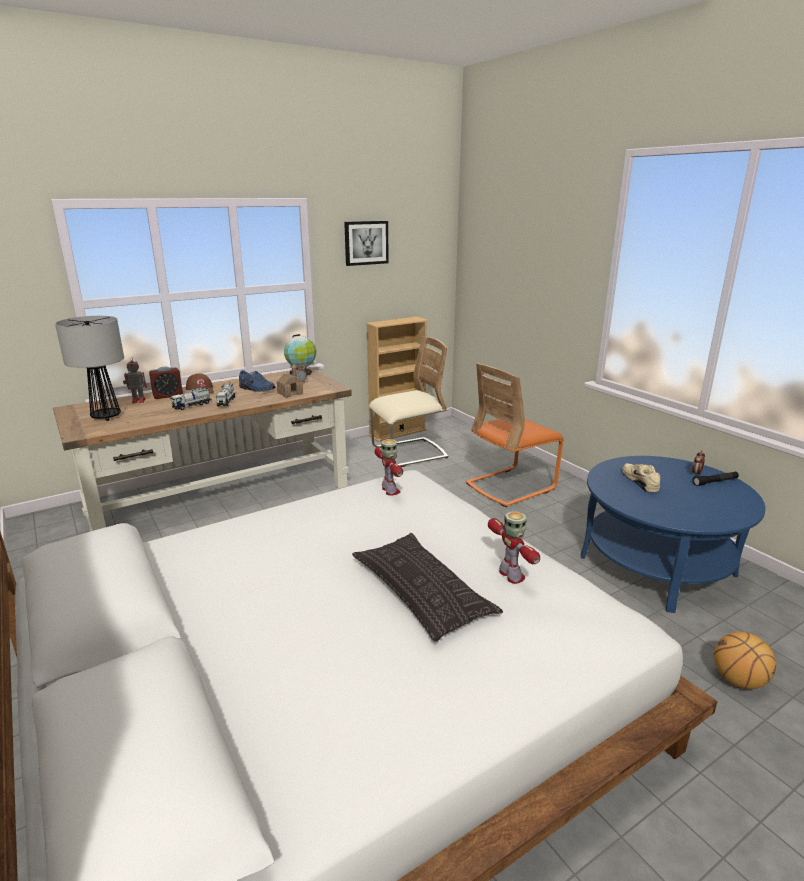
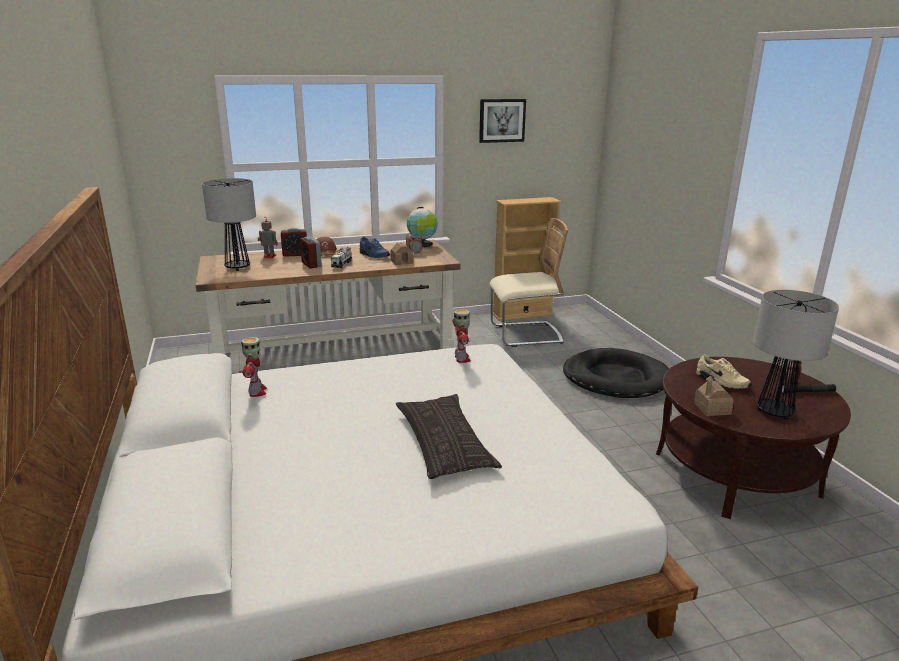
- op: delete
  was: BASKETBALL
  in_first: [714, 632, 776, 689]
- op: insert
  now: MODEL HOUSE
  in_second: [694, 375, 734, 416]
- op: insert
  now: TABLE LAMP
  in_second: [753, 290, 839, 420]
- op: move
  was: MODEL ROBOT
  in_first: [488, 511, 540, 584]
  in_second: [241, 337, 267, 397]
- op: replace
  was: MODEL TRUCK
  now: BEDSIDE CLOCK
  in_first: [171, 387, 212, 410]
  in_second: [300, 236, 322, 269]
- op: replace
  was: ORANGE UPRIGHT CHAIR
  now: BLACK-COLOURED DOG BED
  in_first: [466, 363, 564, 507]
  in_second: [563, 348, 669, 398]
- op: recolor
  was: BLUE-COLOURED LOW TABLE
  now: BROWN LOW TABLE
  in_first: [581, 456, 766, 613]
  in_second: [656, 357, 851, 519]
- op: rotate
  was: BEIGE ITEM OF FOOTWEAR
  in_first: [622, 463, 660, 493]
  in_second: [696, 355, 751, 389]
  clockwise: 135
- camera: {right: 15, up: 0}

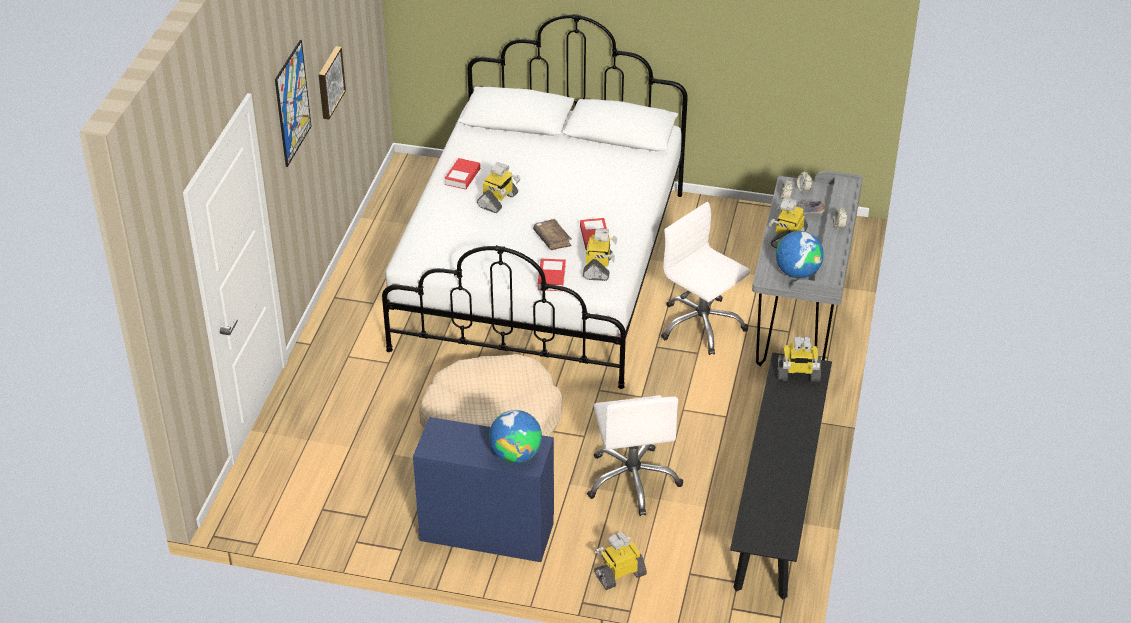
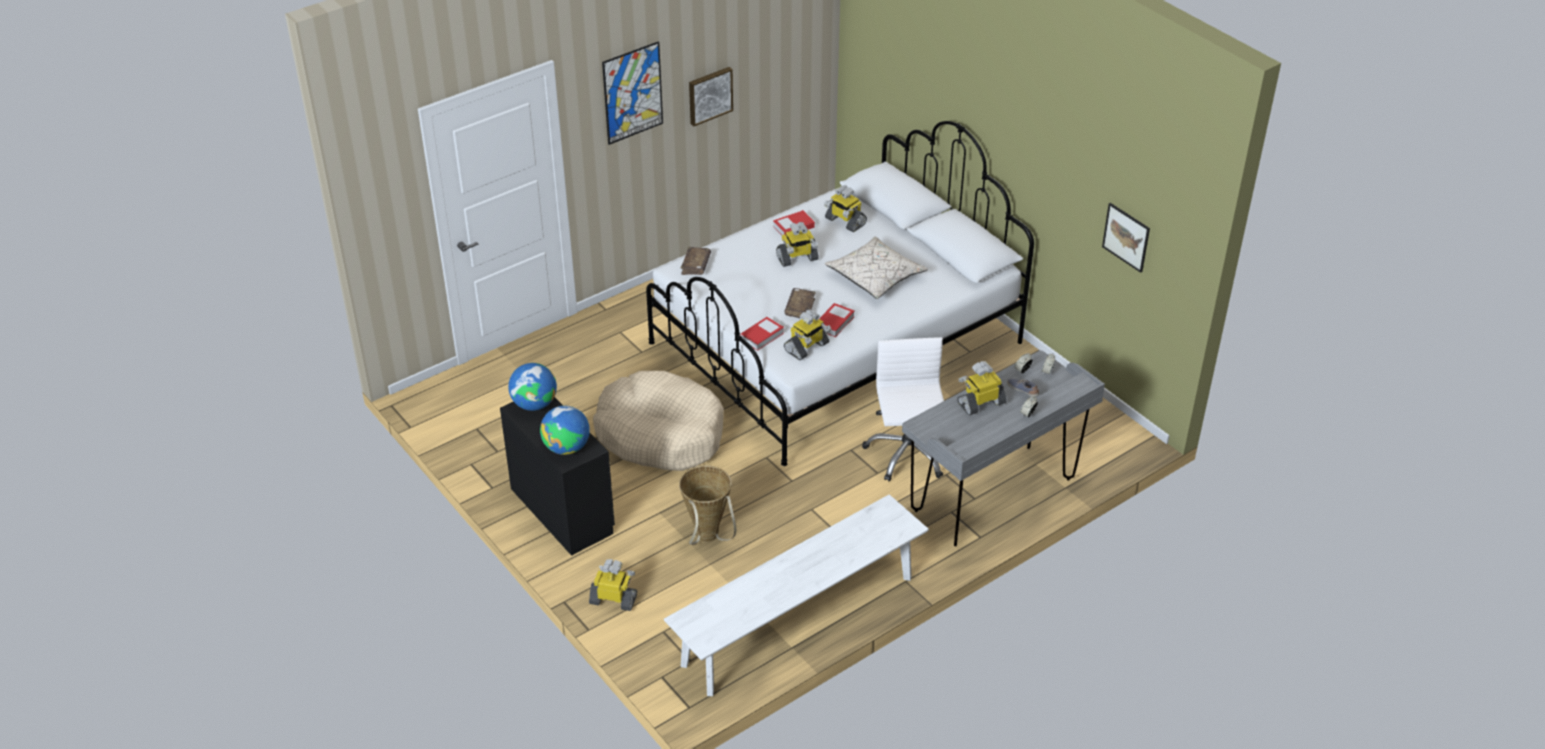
- op: insert
  now: BROWN BOOK
  in_second: [680, 247, 711, 275]
- op: insert
  now: BEIGE CUSHION
  in_second: [825, 237, 928, 299]
- op: insert
  now: PICTURE
  in_second: [1102, 203, 1150, 273]
- op: move
  was: WORLD GLOBE
  in_first: [776, 231, 824, 278]
  in_second: [508, 363, 557, 411]
- op: move
  was: MODEL ROBOT
  in_first: [777, 336, 821, 382]
  in_second: [824, 185, 867, 232]
- op: replace
  was: WHITE-COLOURED DESK CHAIR
  now: HOUSEHOLD BASKET
  in_first: [587, 395, 683, 516]
  in_second: [679, 465, 736, 545]
- op: recolor
  was: BLUE-COLOURED DRAWER CHEST
  now: BLACK-COLOURED DRAWER CHEST
  in_first: [413, 417, 554, 562]
  in_second: [500, 397, 615, 556]
- op: recolor
  was: BLACK-COLOURED INDOOR BENCH
  now: WHITE-COLOURED INDOOR BENCH
  in_first: [730, 353, 832, 600]
  in_second: [664, 494, 929, 696]
- camera: {right: 40, up: 0}

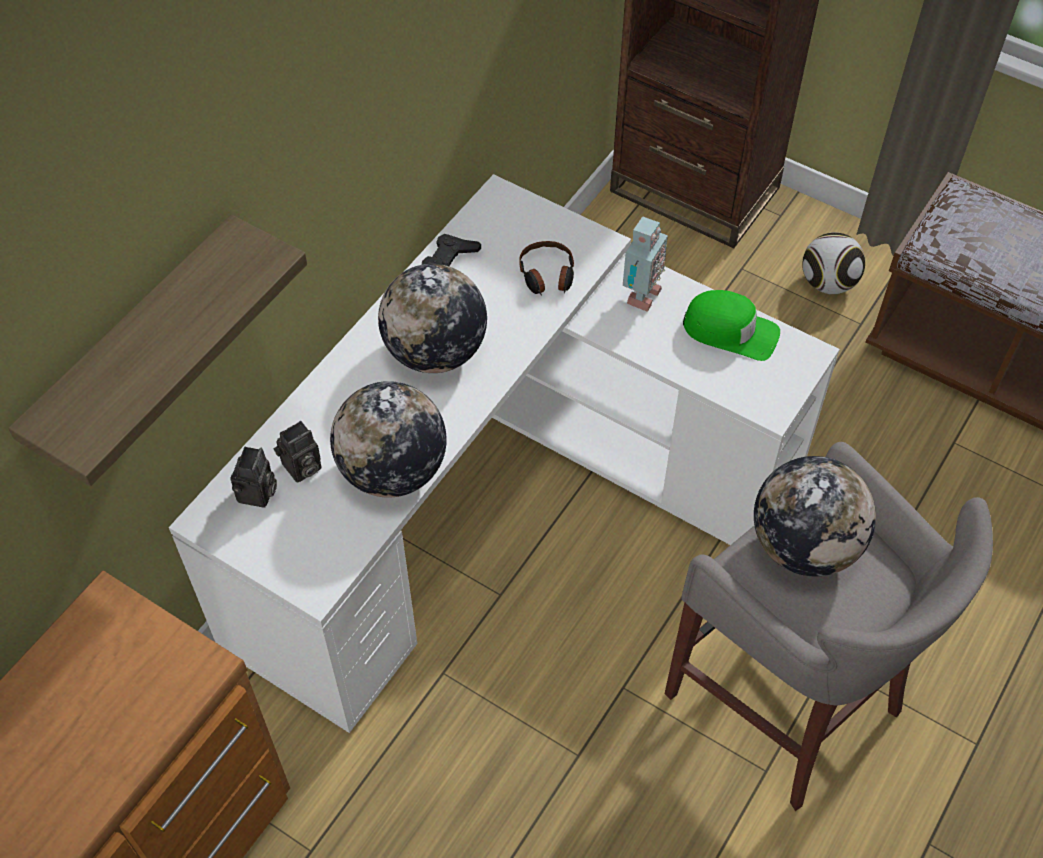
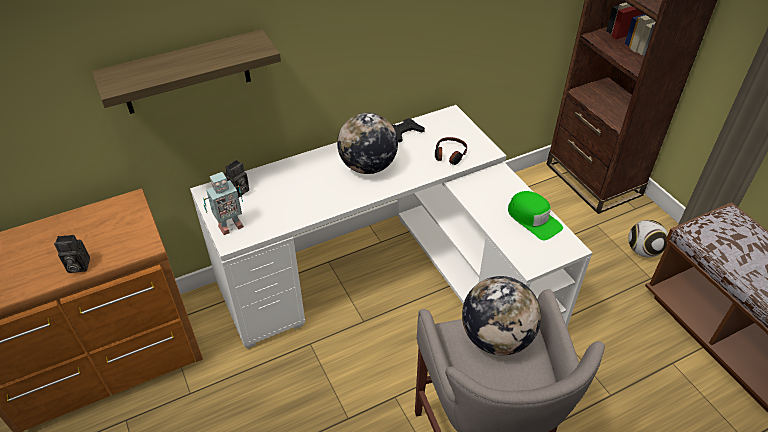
- op: delete
  was: WORLD GLOBE
  in_first: [330, 381, 447, 498]
- op: move
  was: STILL CAMERA
  in_first: [273, 421, 322, 483]
  in_second: [54, 235, 90, 273]
- op: move
  was: MODEL ROBOT
  in_first: [623, 216, 668, 312]
  in_second: [203, 172, 244, 235]
- camera: {right: 30, up: -10}

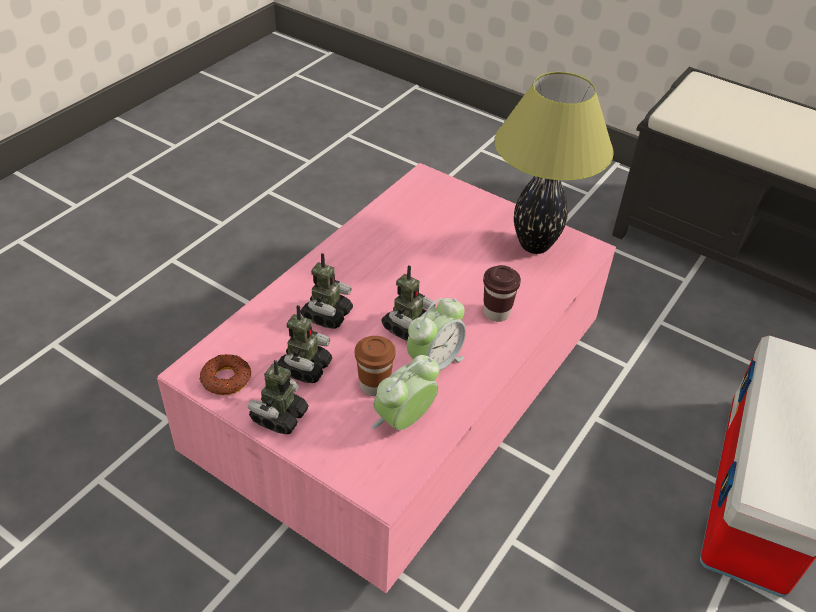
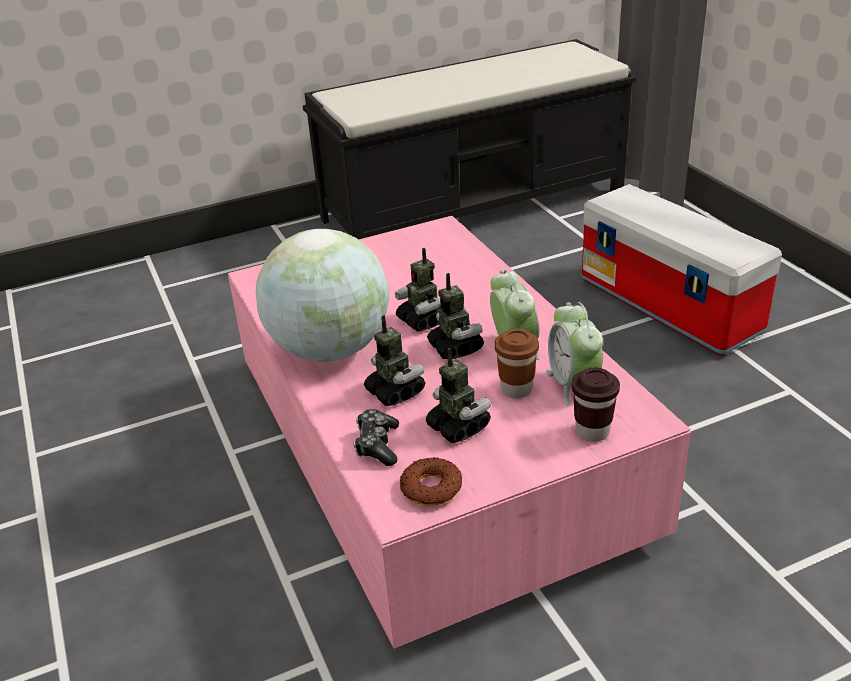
- op: delete
  was: TABLE LAMP
  in_first: [495, 72, 614, 254]
- op: insert
  now: WORLD GLOBE
  in_second: [256, 229, 389, 362]
- op: insert
  now: GAMEPAD
  in_second: [353, 409, 399, 466]
- op: move
  was: MODEL ROBOT
  in_first: [248, 360, 309, 434]
  in_second: [395, 248, 442, 332]
- op: move
  was: BROWN SMALL CUP
  in_first: [483, 265, 521, 322]
  in_second: [572, 368, 620, 442]
- camera: {right: -55, up: -10}

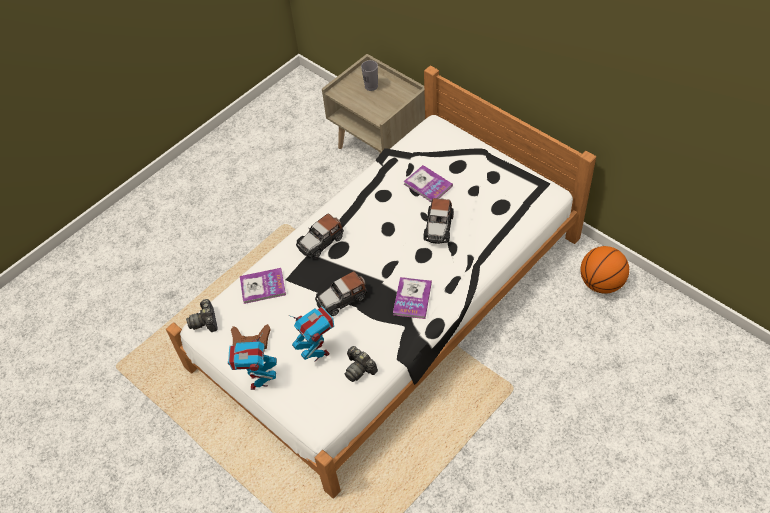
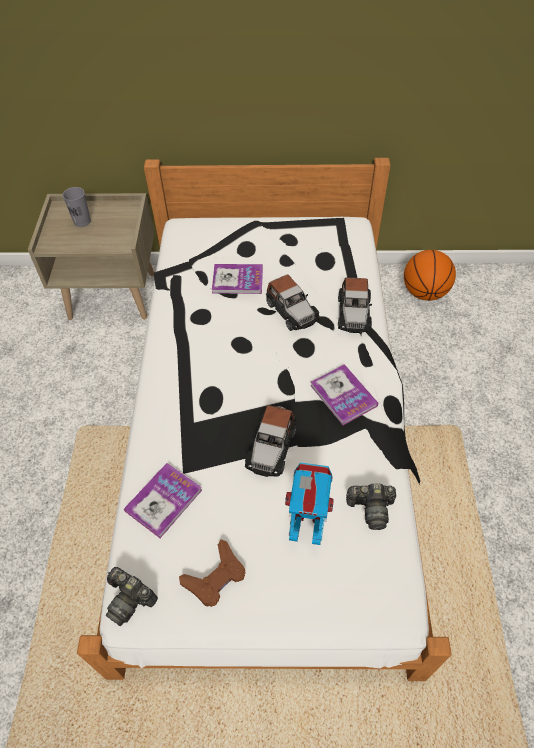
- op: delete
  was: MODEL ROBOT
  in_first: [228, 333, 277, 390]
- op: move
  was: TOY CAR
  in_first: [296, 214, 344, 258]
  in_second: [338, 277, 372, 333]
- camera: {right: -45, up: 0}

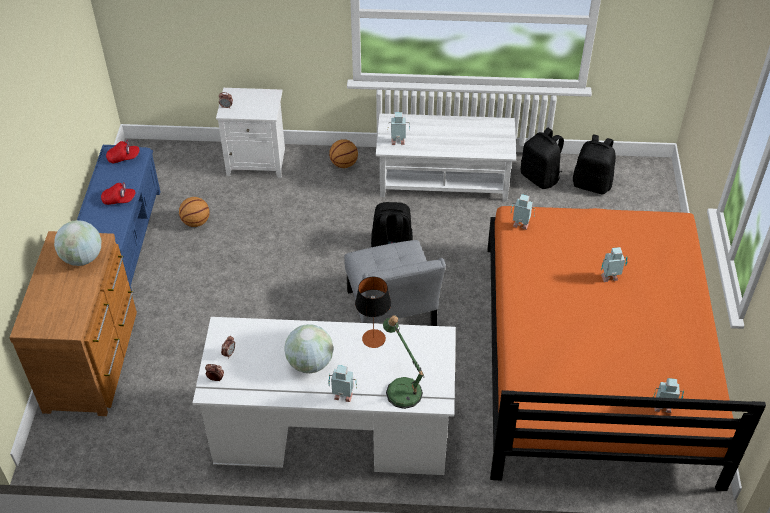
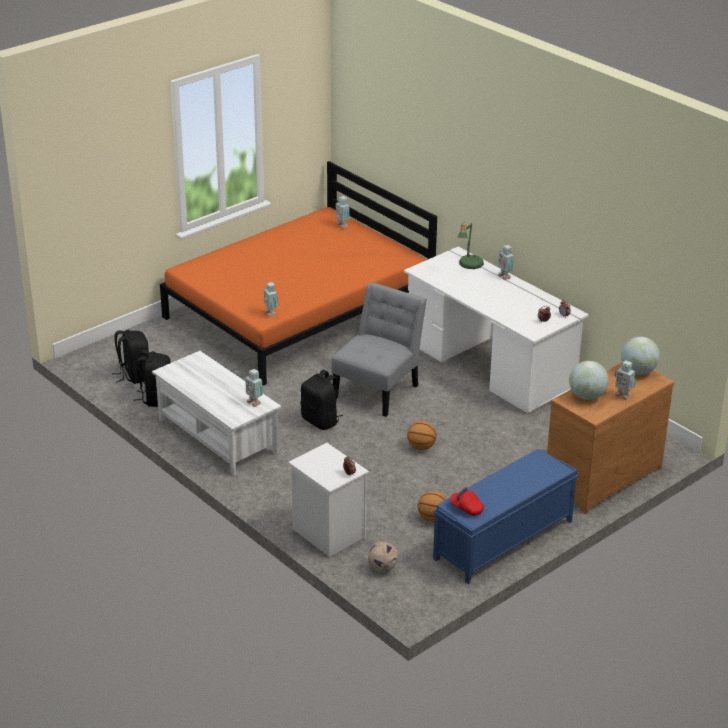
- op: delete
  was: RED CAP
  in_first: [101, 182, 136, 205]
- op: delete
  was: TABLE LAMP
  in_first: [355, 277, 391, 348]
- op: insert
  now: FOOTBALL
  in_second: [368, 542, 398, 572]
- op: move
  was: WORLD GLOBE
  in_first: [284, 324, 333, 373]
  in_second: [621, 337, 660, 375]
- op: move
  was: BASKETBALL
  in_first: [329, 139, 358, 168]
  in_second: [407, 421, 436, 450]
- op: move
  was: MODEL ROBOT
  in_first: [601, 247, 628, 282]
  in_second: [615, 360, 636, 400]
- camera: {right: -135, up: -15}

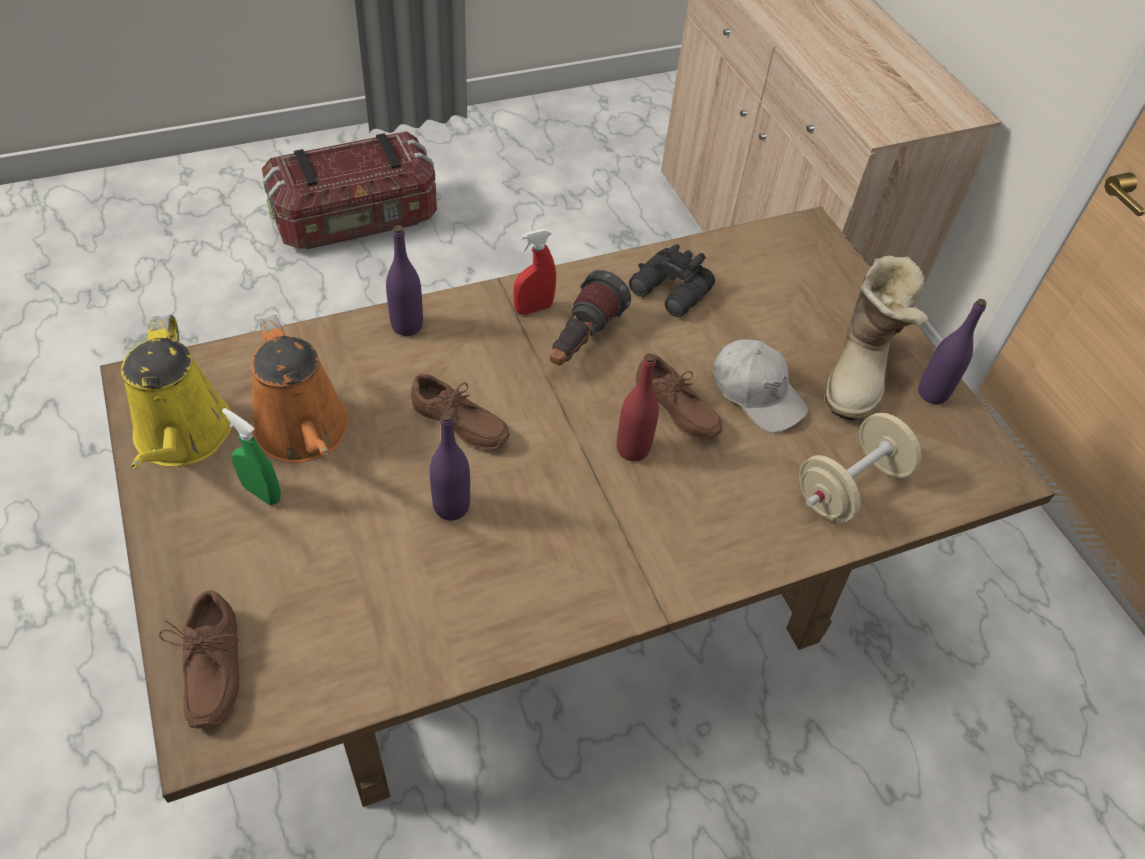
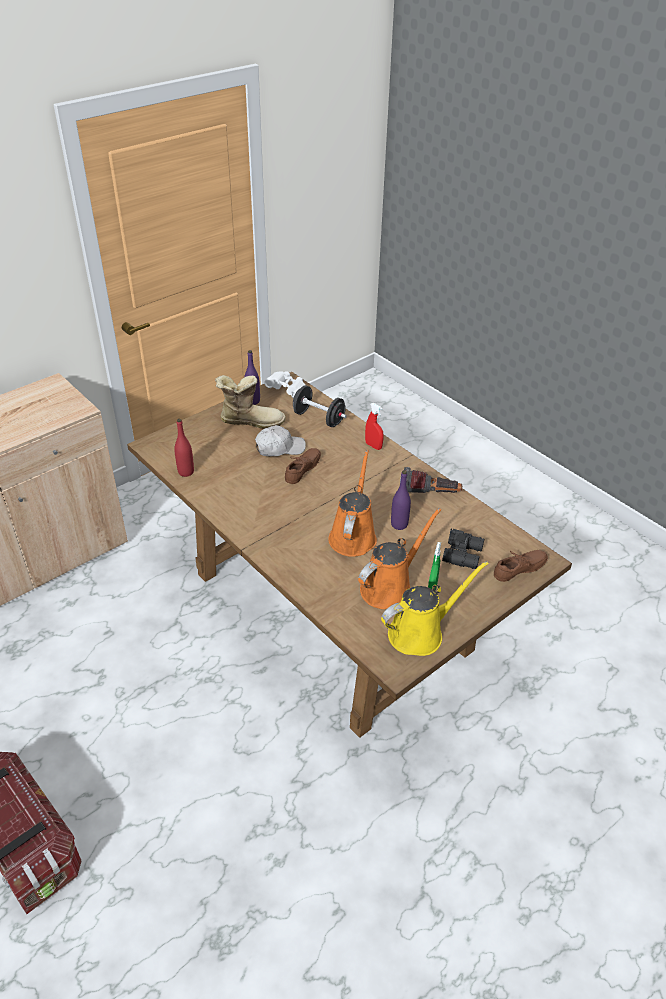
- op: delete
  was: PURPLISH BEVERAGE BOTTLE
  in_first: [386, 225, 423, 336]
- op: insert
  now: WHITE-COLOURED PAIR OF BINOCULARS
  in_second: [264, 371, 305, 396]
- op: move
  was: RED SPRAYER
  in_first: [513, 229, 556, 315]
  in_second: [365, 403, 384, 450]
- op: move
  was: TORCH
  in_first: [550, 270, 631, 365]
  in_second: [400, 467, 462, 493]
- op: move
  was: RED BEVERAGE BOTTLE
  in_first: [617, 353, 659, 461]
  in_second: [174, 419, 194, 477]
- op: move
  was: BLACK-COLOURED PAIR OF BINOCULARS
  in_first: [629, 244, 715, 317]
  in_second: [442, 529, 484, 569]
- op: replace
  was: BROWN ITEM OF FOOTWEAR
  now: ORANGE WATERING POT
  in_first: [411, 374, 510, 450]
  in_second: [328, 450, 377, 557]
- op: recolor
  was: BEIGE FREE WEIGHT
  now: BLACK-COLOURED FREE WEIGHT
  in_first: [799, 413, 922, 523]
  in_second: [292, 385, 347, 427]
- op: rotate
  was: WHITE-COLOURED CAP
  in_first: [713, 339, 808, 433]
  in_second: [255, 425, 306, 456]
  clockwise: 45
- camera: {right: -105, up: -10}

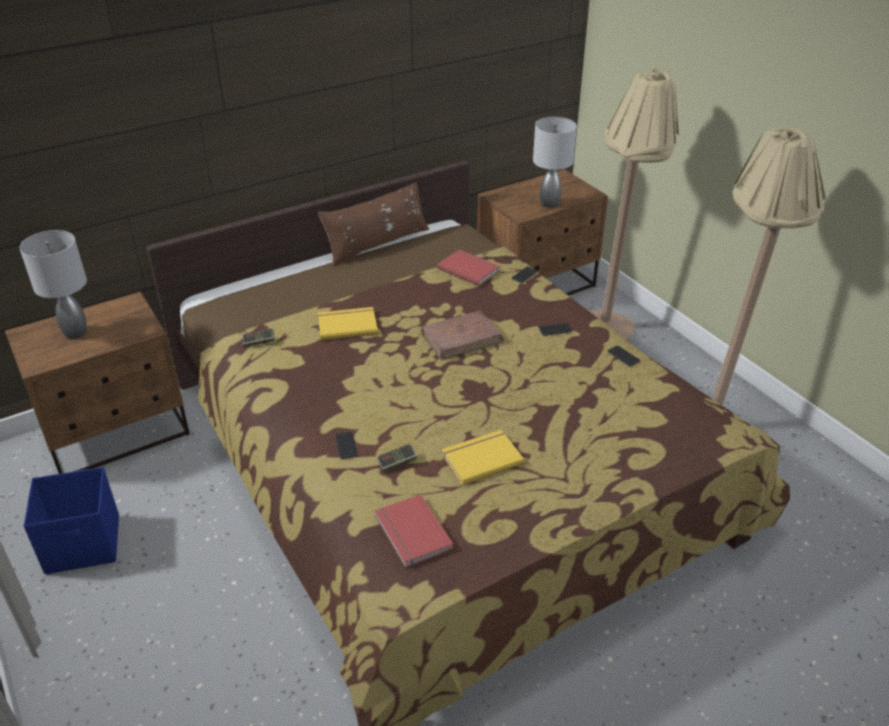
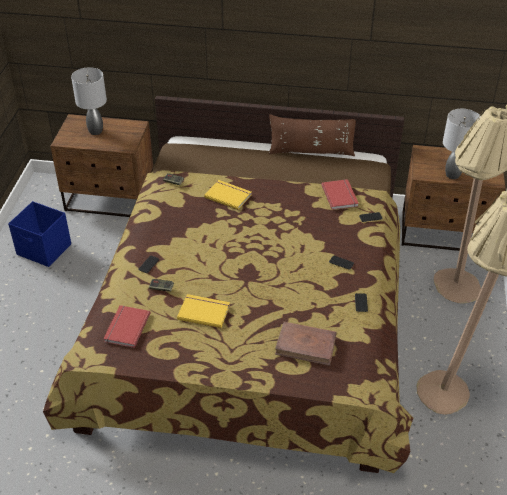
- op: move
  was: BROWN BOOK
  in_first: [421, 310, 503, 360]
  in_second: [275, 322, 337, 366]
- camera: {right: 40, up: 5}

